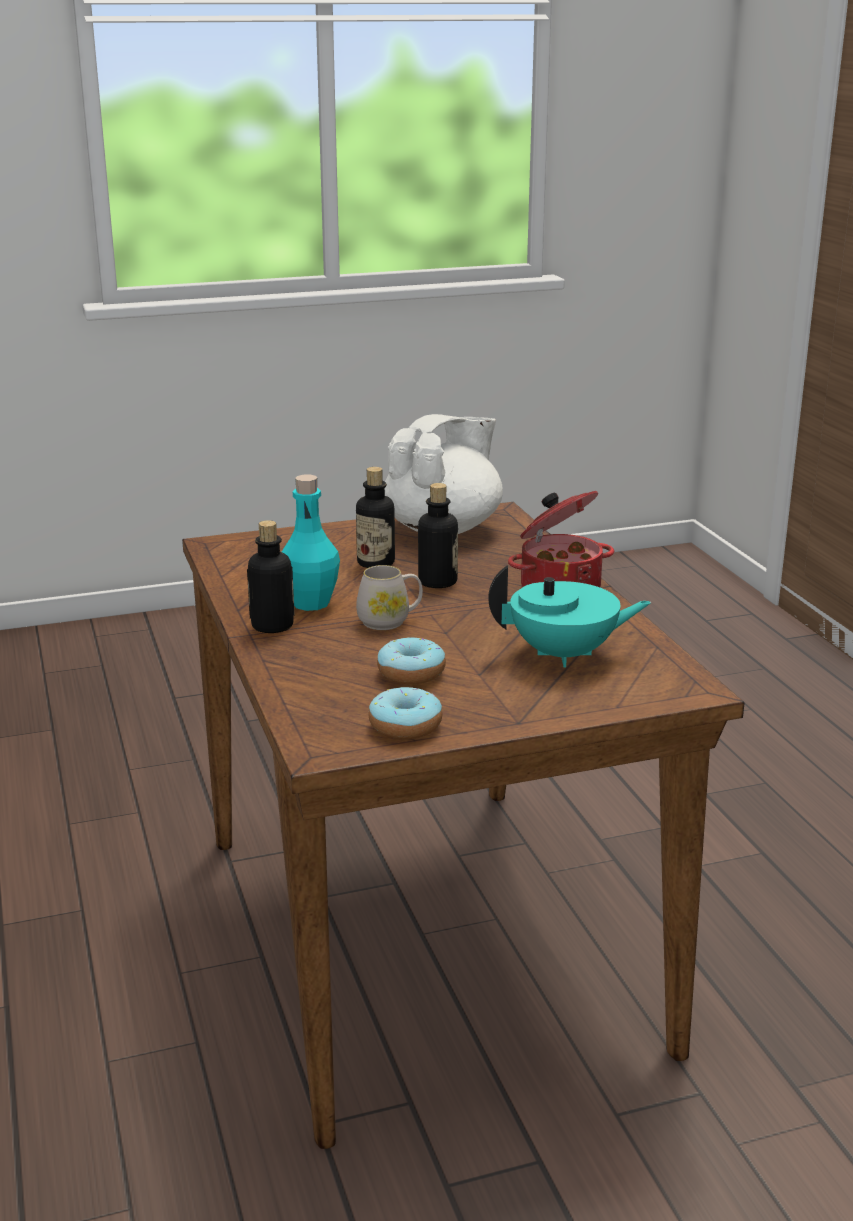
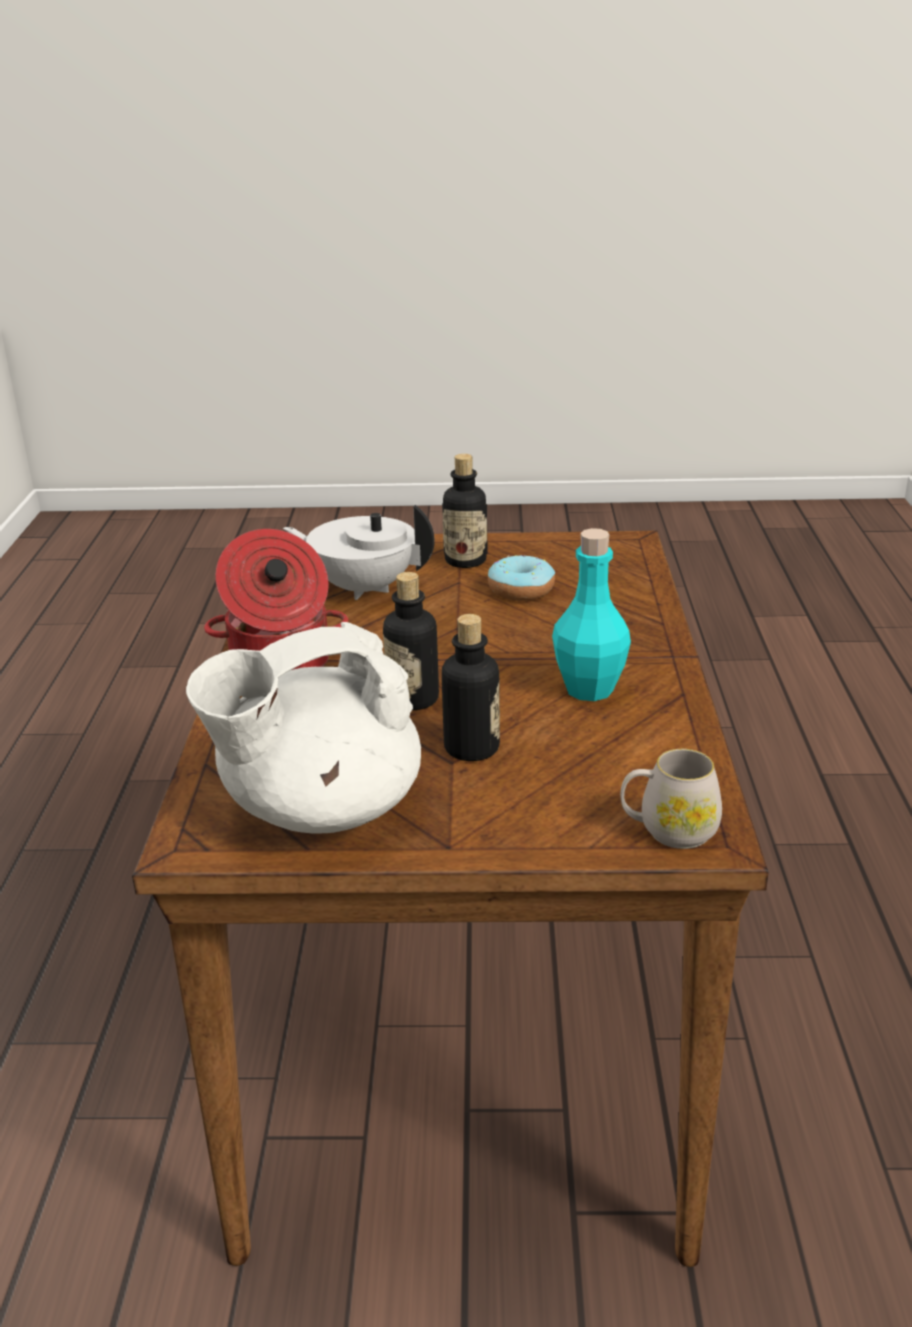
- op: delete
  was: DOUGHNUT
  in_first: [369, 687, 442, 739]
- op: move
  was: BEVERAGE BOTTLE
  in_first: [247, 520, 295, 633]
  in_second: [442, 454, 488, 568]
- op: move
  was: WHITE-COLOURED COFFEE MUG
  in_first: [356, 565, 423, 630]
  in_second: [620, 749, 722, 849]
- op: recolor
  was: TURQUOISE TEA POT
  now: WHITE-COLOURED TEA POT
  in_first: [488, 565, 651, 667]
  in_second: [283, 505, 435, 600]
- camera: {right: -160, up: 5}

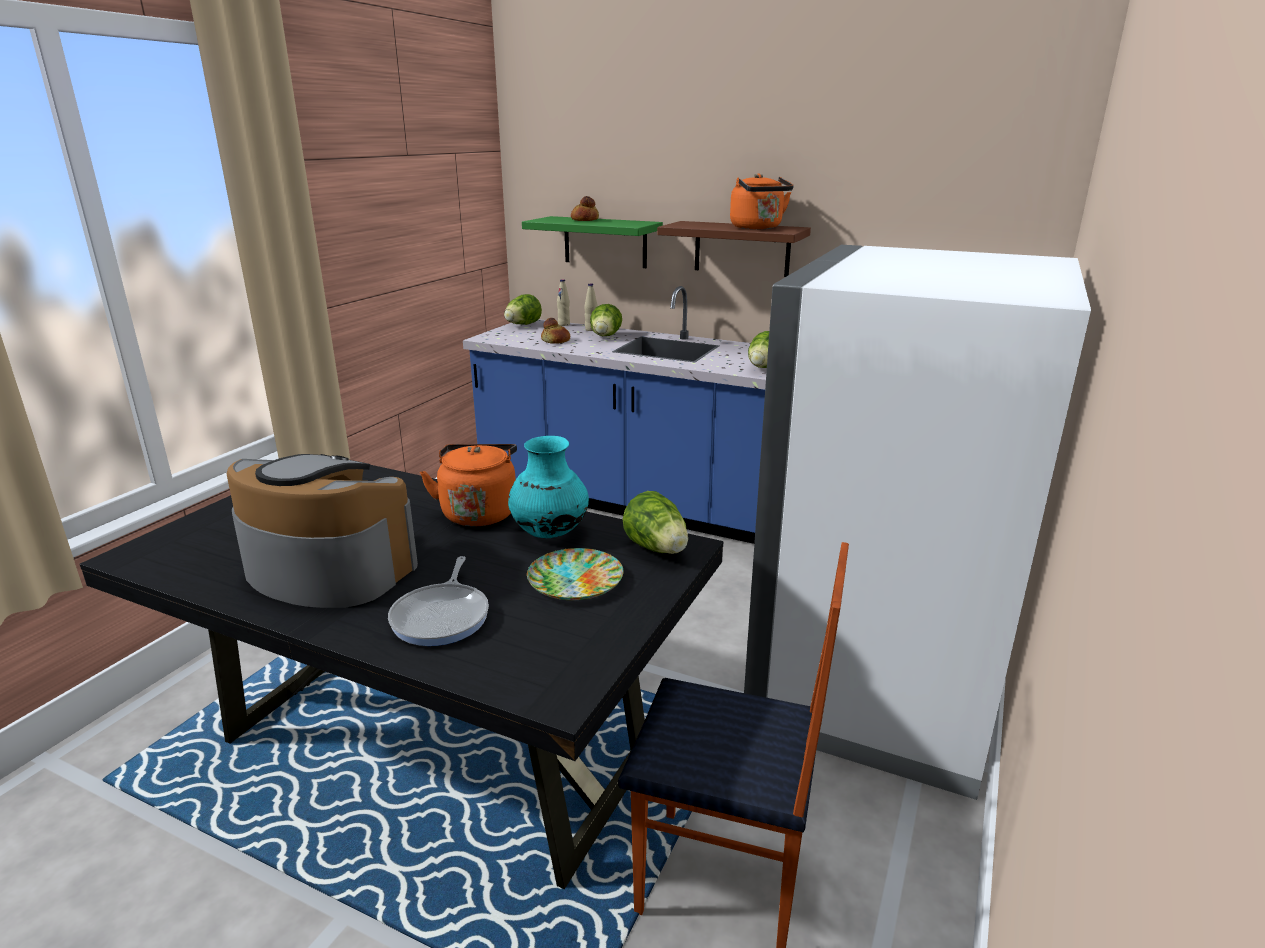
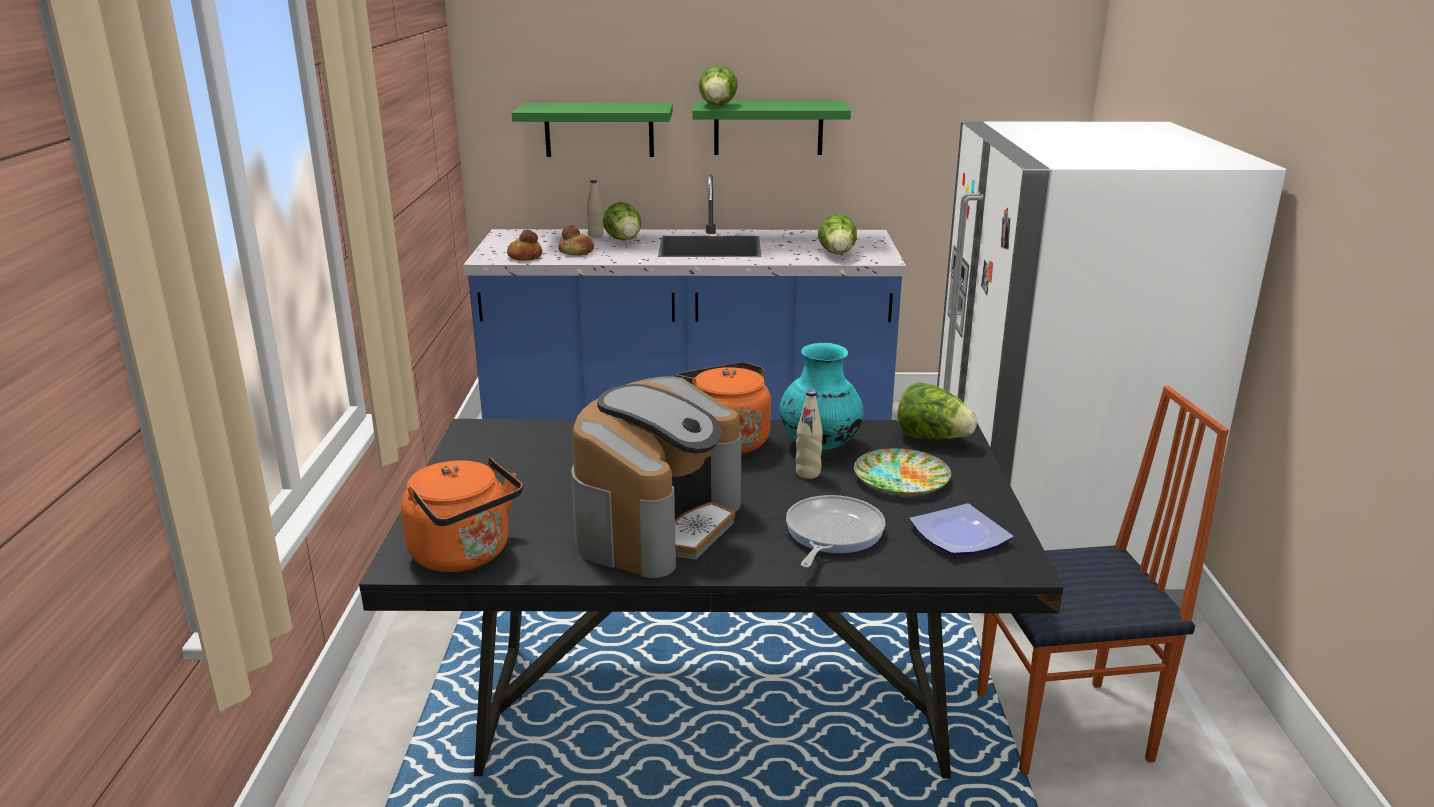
- op: insert
  now: DINNER PLATE
  in_second: [909, 503, 1013, 555]
- op: move
  was: LETTUCE
  in_first: [504, 294, 542, 325]
  in_second: [699, 66, 738, 105]
- op: move
  was: BEIGE BEVERAGE BOTTLE
  in_first: [557, 279, 570, 326]
  in_second: [796, 390, 823, 479]
- op: move
  was: BREAD
  in_first: [571, 196, 599, 221]
  in_second: [507, 230, 542, 261]
- op: move
  was: ORANGE KETTLE
  in_first: [730, 173, 794, 229]
  in_second: [401, 458, 523, 572]
- op: recolor
  was: BROWN BRACKET SHELF
  now: GREENISH BRACKET SHELF
  in_first: [657, 221, 811, 277]
  in_second: [692, 101, 851, 155]
- op: rotate
  was: COFFEE BREWER
  in_first: [227, 454, 418, 608]
  in_second: [571, 376, 741, 578]
  clockwise: 120
- op: rotate
  was: FRYING PAN
  in_first: [388, 556, 489, 646]
  in_second: [786, 495, 885, 568]
  clockwise: -135
- camera: {right: -25, up: 0}

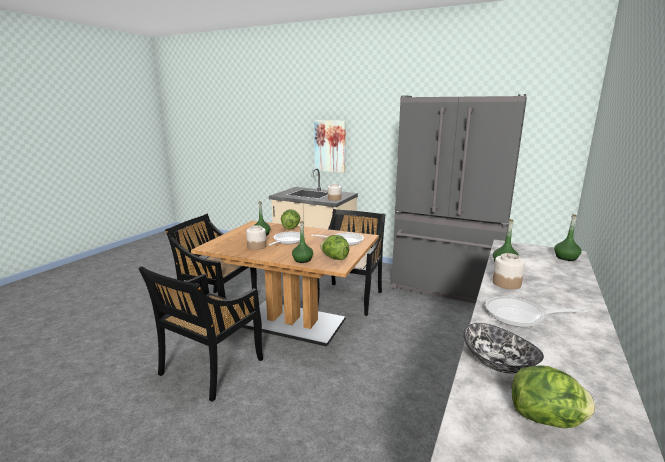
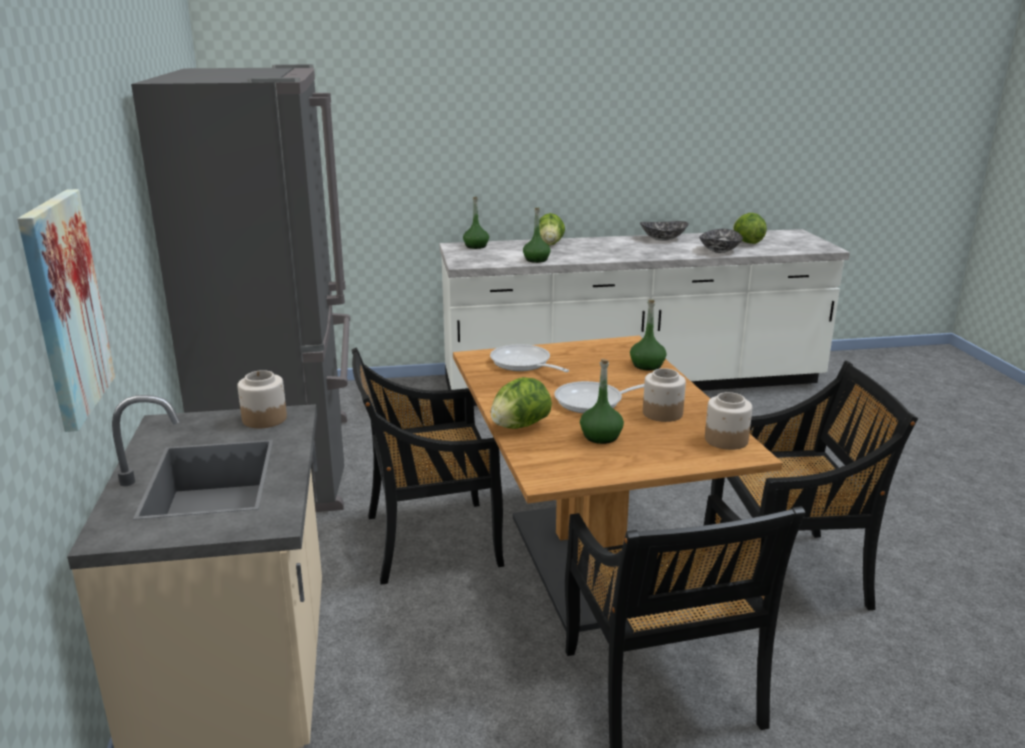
- op: delete
  was: FRYING PAN
  in_first: [486, 296, 588, 327]
- op: insert
  now: BOWL
  in_second: [640, 221, 689, 241]
- op: move
  was: LETTUCE
  in_first: [320, 235, 349, 260]
  in_second: [539, 213, 565, 246]
- op: move
  was: STORAGE JAR
  in_first: [492, 253, 525, 289]
  in_second: [705, 392, 752, 450]
- camera: {right: -125, up: 5}

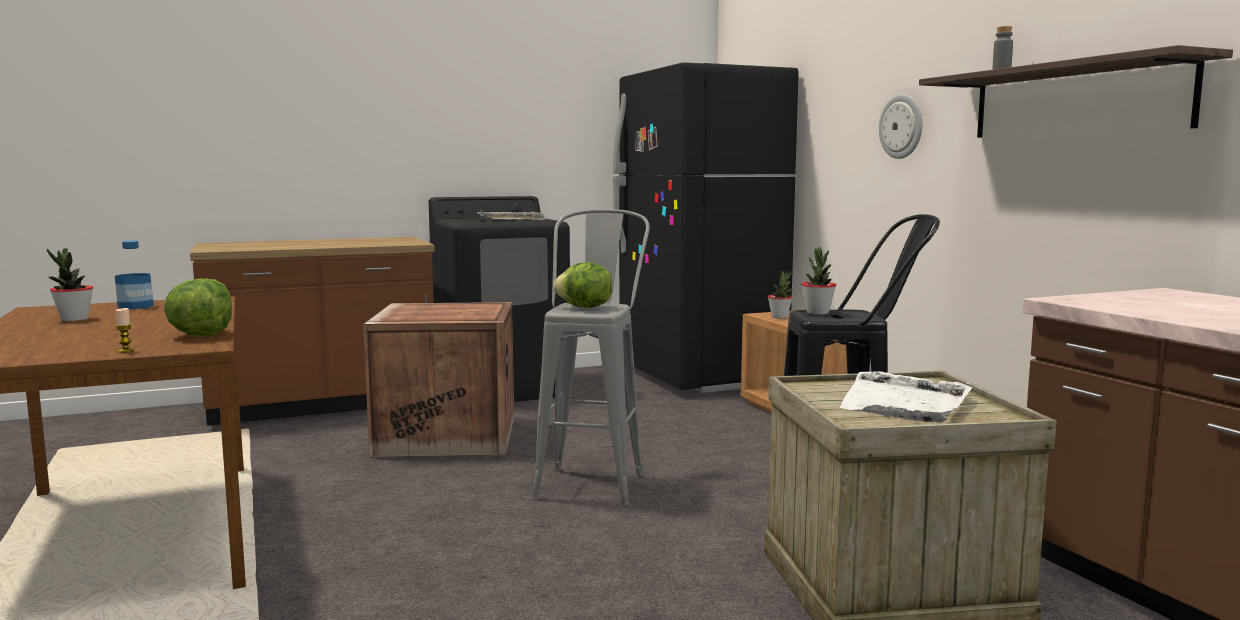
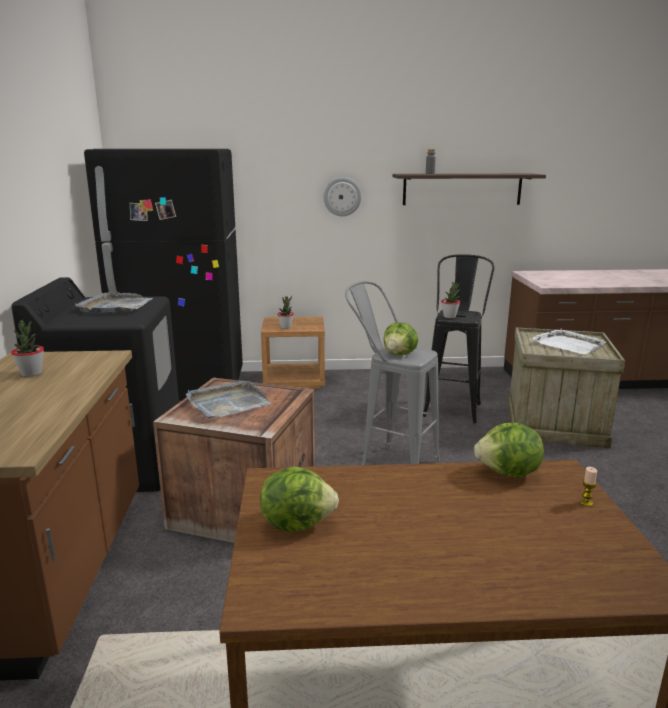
- op: insert
  now: GRAY CARRYING TRAY
  in_second: [186, 380, 271, 418]
- op: move
  was: HOUSEPLANT
  in_first: [47, 248, 93, 321]
  in_second: [11, 320, 44, 377]
- op: replace
  was: BEVERAGE BOTTLE
  now: LETTUCE
  in_first: [115, 241, 154, 309]
  in_second: [260, 466, 339, 531]
- camera: {right: -70, up: 10}

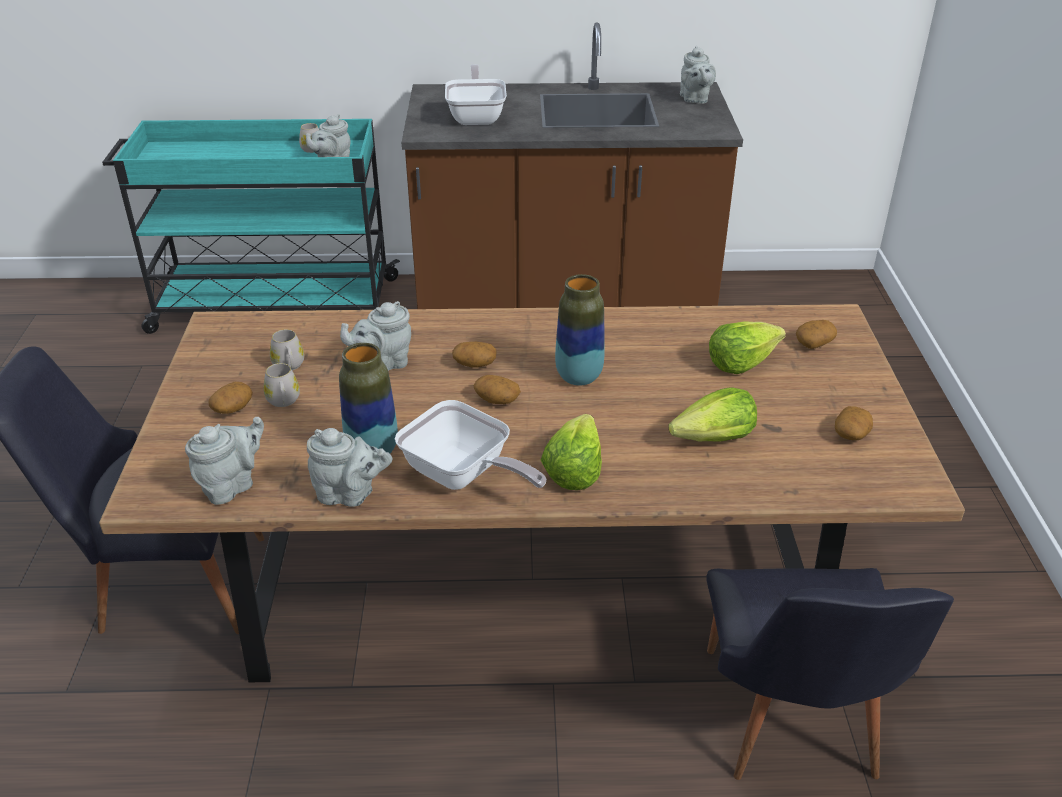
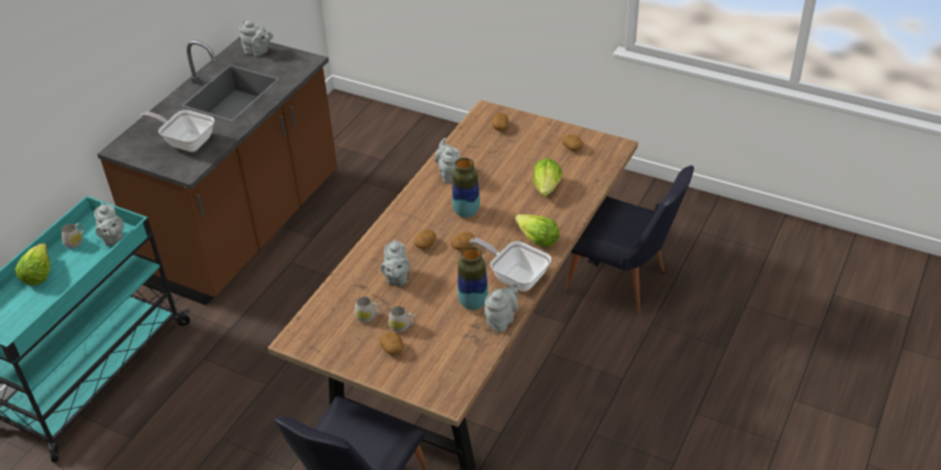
- op: move
  was: GRAY TEA POT
  in_first: [185, 417, 264, 505]
  in_second: [435, 138, 460, 183]
- op: move
  was: LETTUCE
  in_first: [709, 321, 786, 374]
  in_second: [15, 243, 50, 285]
- op: rotate
  was: FRYING PAN
  in_first: [395, 400, 546, 490]
  in_second: [470, 238, 551, 291]
  clockwise: -120
- camera: {right: -60, up: 5}

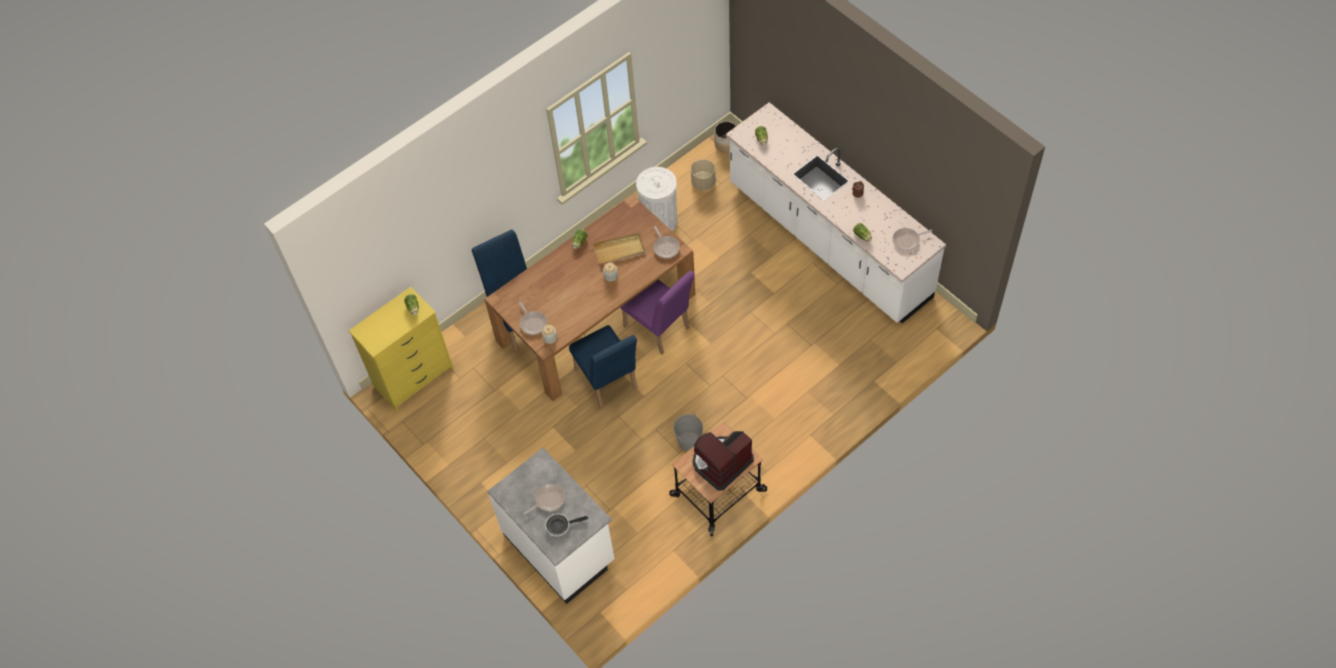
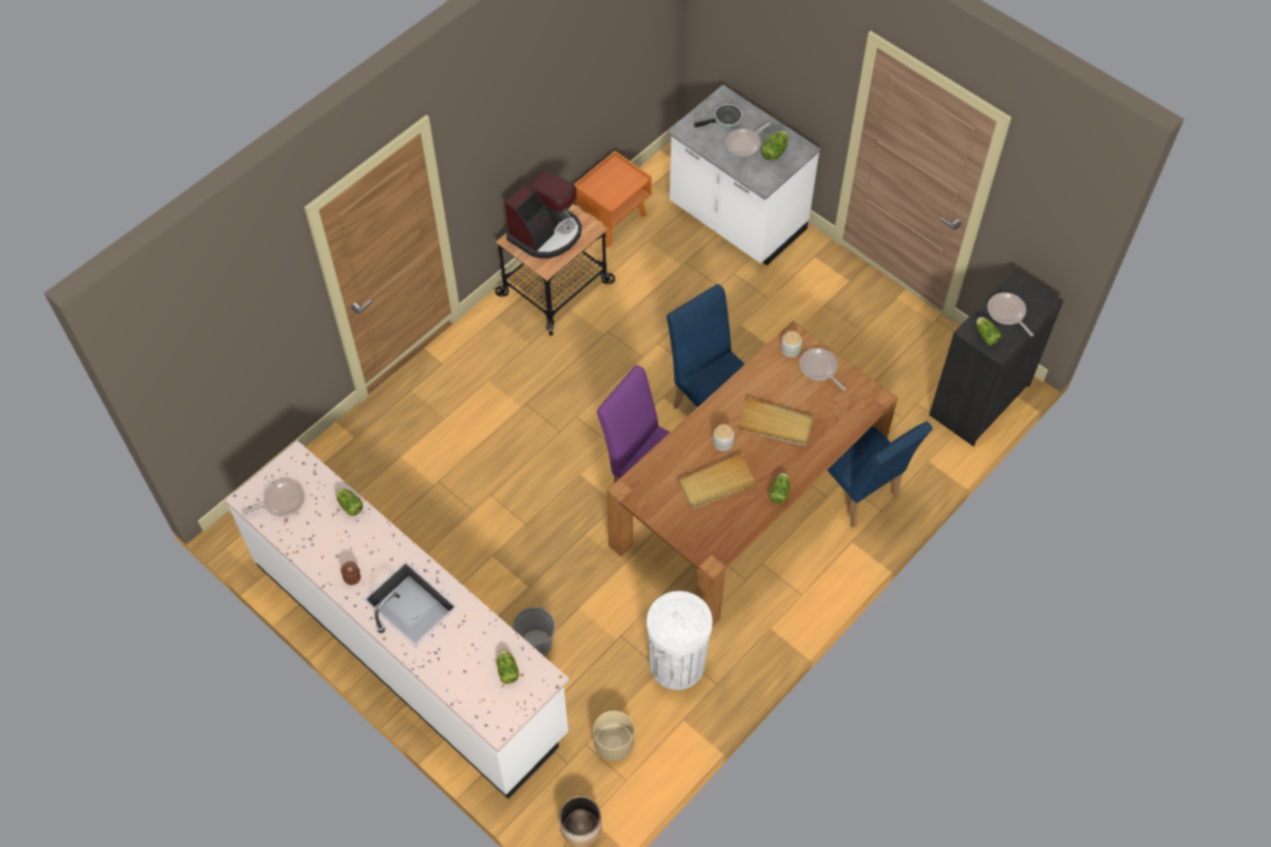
- op: insert
  now: ORANGE BEDSIDE TABLE
  in_second: [574, 151, 652, 247]
- op: insert
  now: BEIGE CARRYING TRAY
  in_second: [738, 397, 814, 447]
- op: insert
  now: LETTUCE
  in_second: [761, 131, 788, 160]
- op: move
  was: FRYING PAN
  in_first: [653, 226, 680, 258]
  in_second: [988, 292, 1034, 336]
- op: move
  was: GRAY BUCKET
  in_first: [674, 413, 703, 451]
  in_second: [512, 606, 555, 656]
- op: recolor
  was: YELLOWISH DRAWER CHEST
  now: BLACK-COLOURED DRAWER CHEST
  in_first: [349, 287, 454, 411]
  in_second: [929, 269, 1064, 446]
- camera: {right: 170, up: 0}

